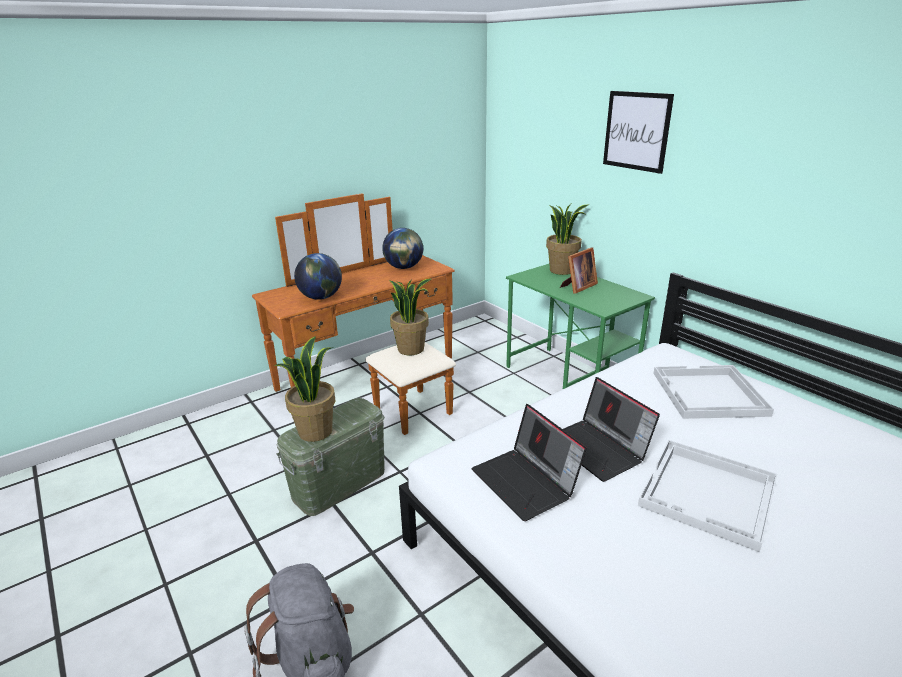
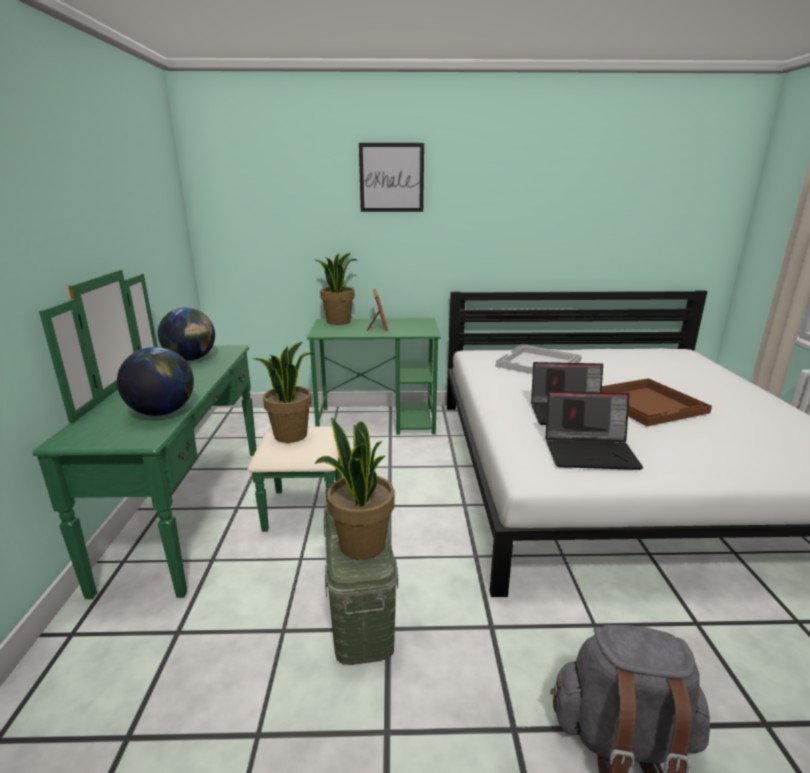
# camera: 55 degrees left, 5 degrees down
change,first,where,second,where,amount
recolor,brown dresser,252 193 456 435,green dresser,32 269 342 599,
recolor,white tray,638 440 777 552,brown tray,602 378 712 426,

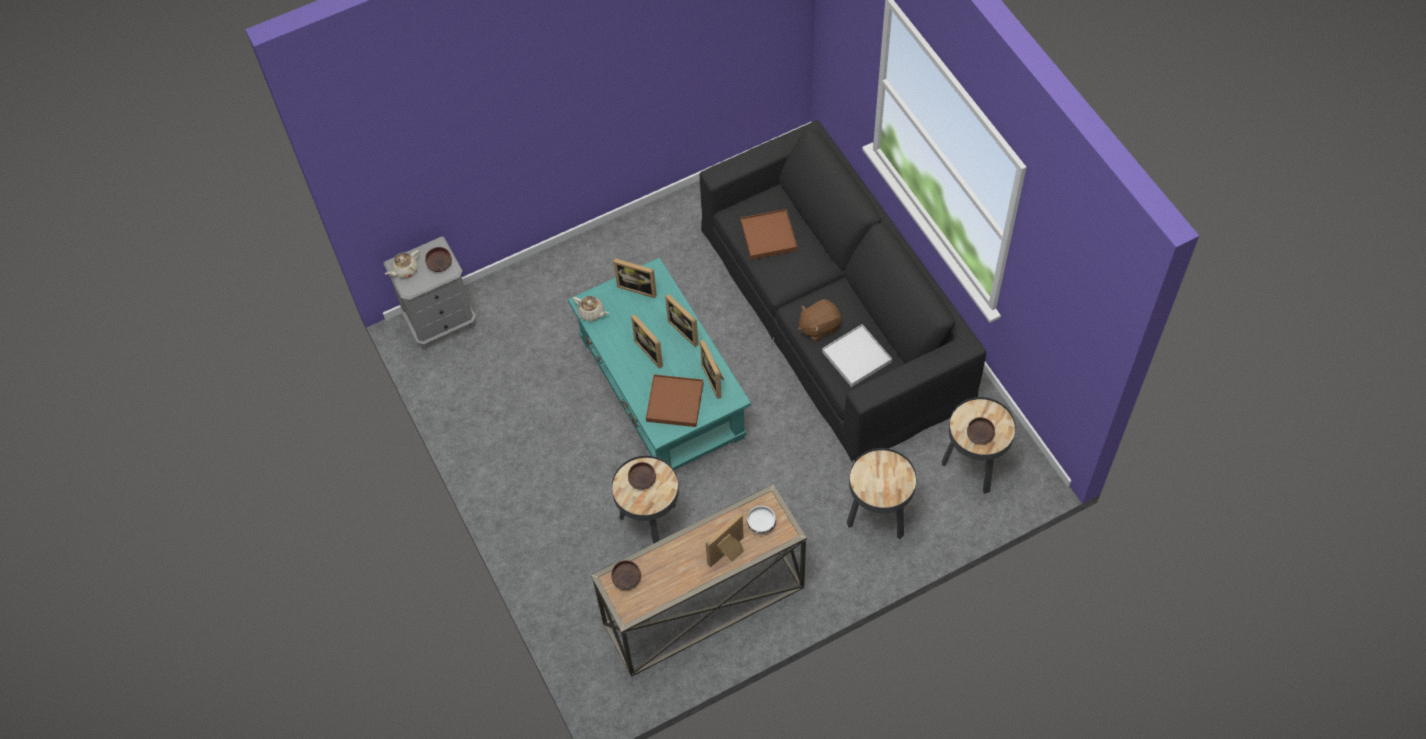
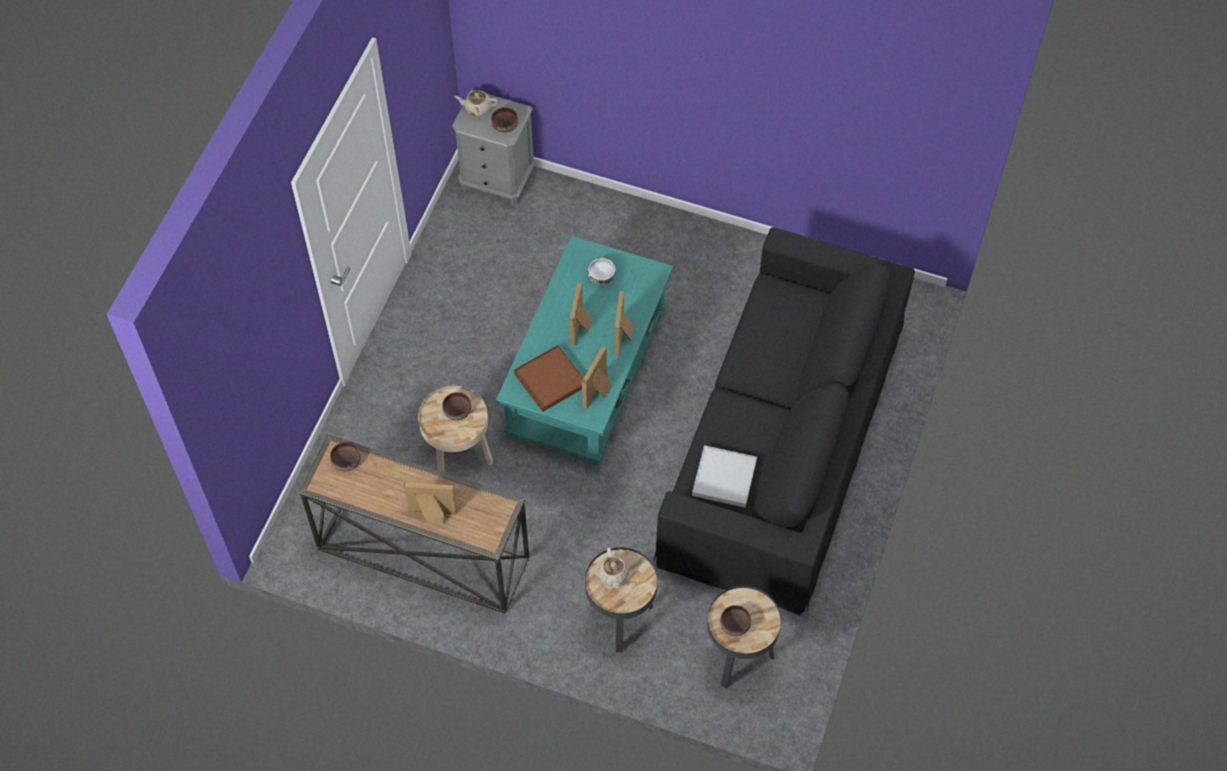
# camera: 45 degrees right, 0 degrees up
change,first,where,second,where,amount
delete,brown tray,740 209 797 260,,,
delete,picture frame,614 258 657 298,,,
move,beige teapot,573 296 609 321,,598 548 629 590,
delete,brown plush toy,798 299 842 341,,,
recolor,black side table,612 456 679 544,beige side table,418 386 493 472,
move,white bowl,747 506 776 535,,588 258 616 285,

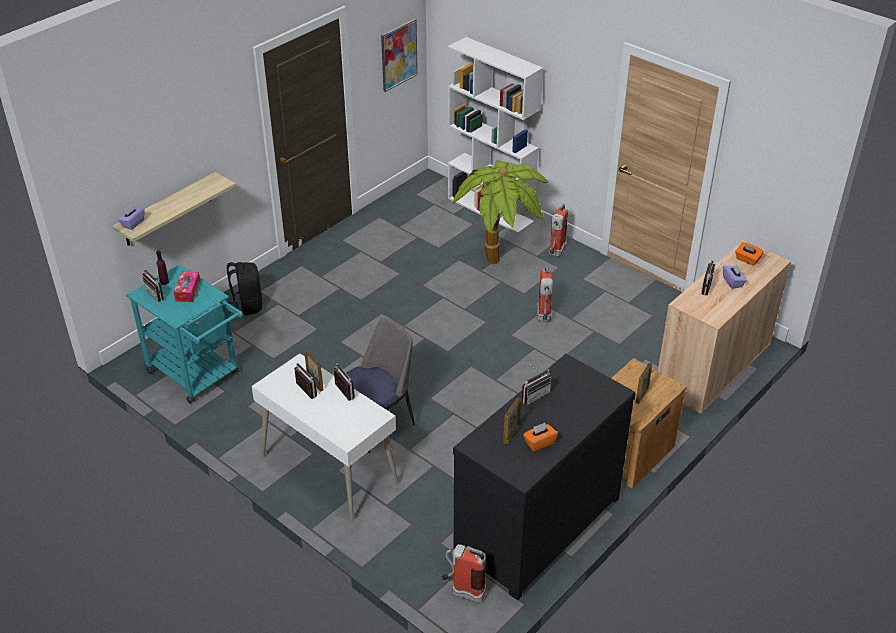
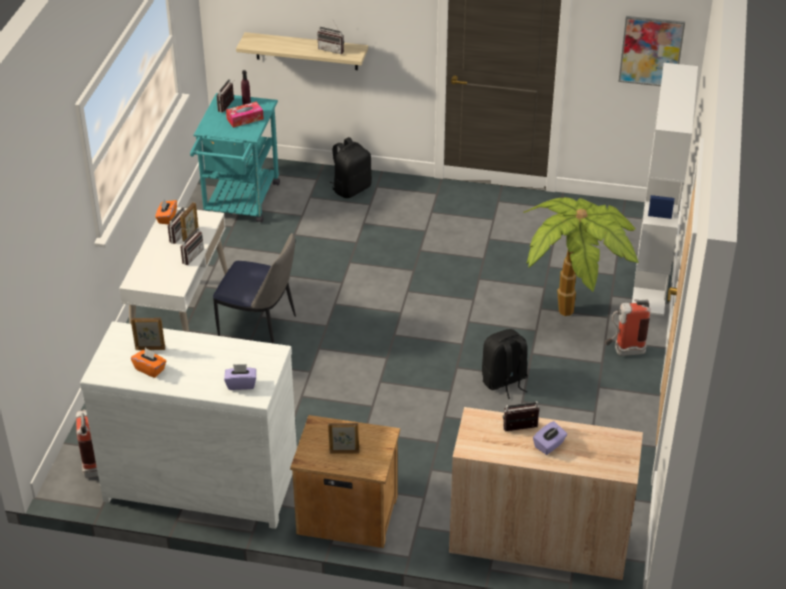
# camera: 60 degrees right, 0 degrees up
change,first,where,second,where,amount
move,purple tissue box,118 205 145 230,,224 364 256 390,
move,orange tissue box,735 242 764 266,,155 198 177 224,
replace,fire extinguisher,537 265 553 322,black backpack,482 329 528 399,
recolor,black dresser,453 354 636 600,white dresser,80 321 297 529,
move,radio,522 364 551 405,,317 20 344 54,

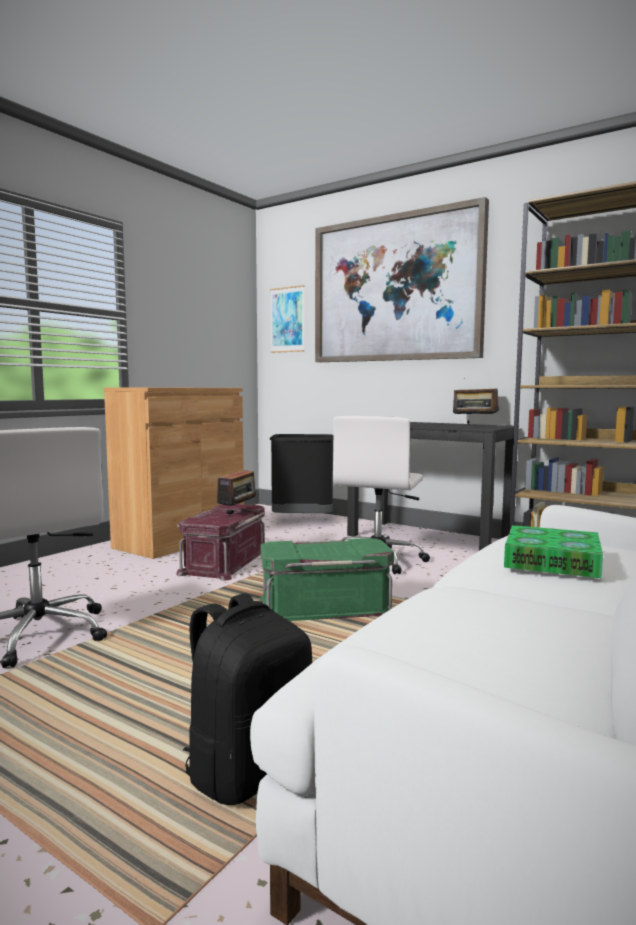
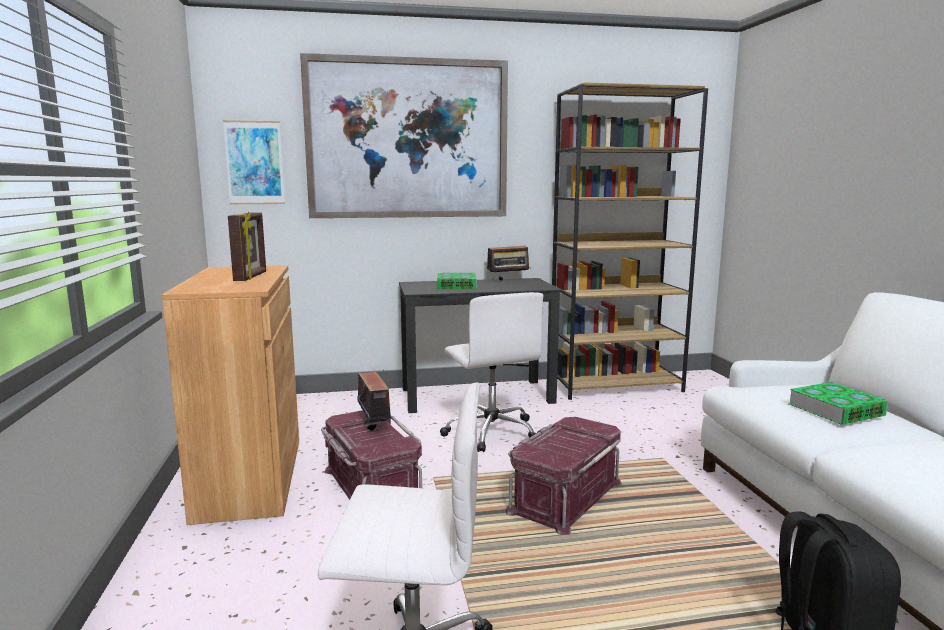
# camera: 45 degrees left, 5 degrees up
change,first,where,second,where,amount
delete,black trash can,269 434 334 513,,,
recolor,green storage box,259 538 394 621,red storage box,505 417 622 535,
insert,,,picture frame,228 212 266 281,
insert,,,book,437 273 477 289,

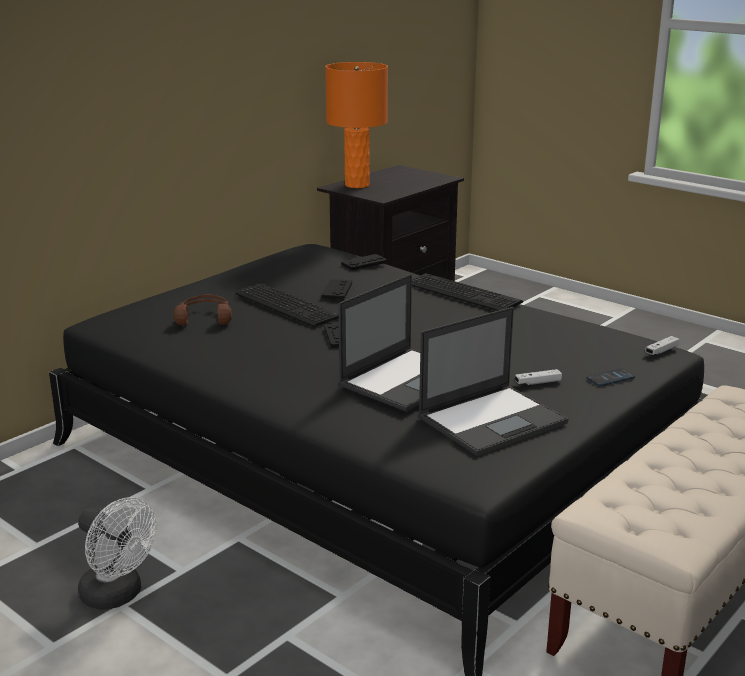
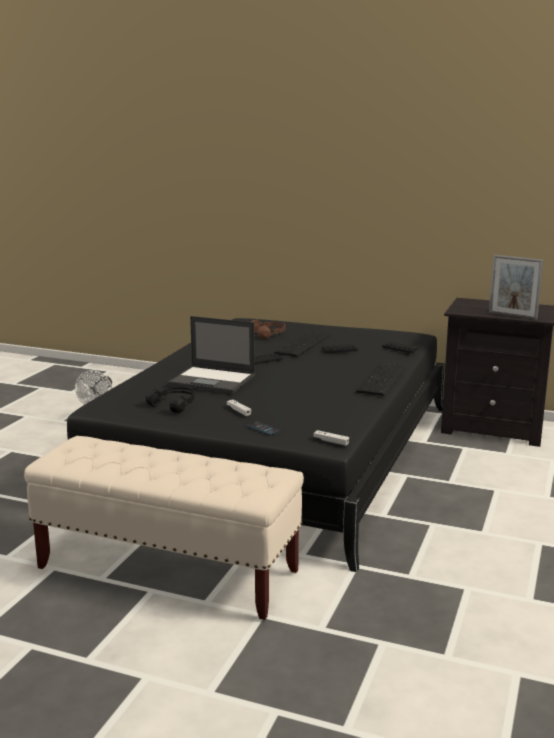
# camera: 70 degrees right, 5 degrees down
change,first,where,second,where,amount
delete,orange table lamp,325 62 388 188,,,
replace,laptop,418 307 569 456,black headphones,145 387 195 413,
insert,,,picture frame,489 255 543 320,

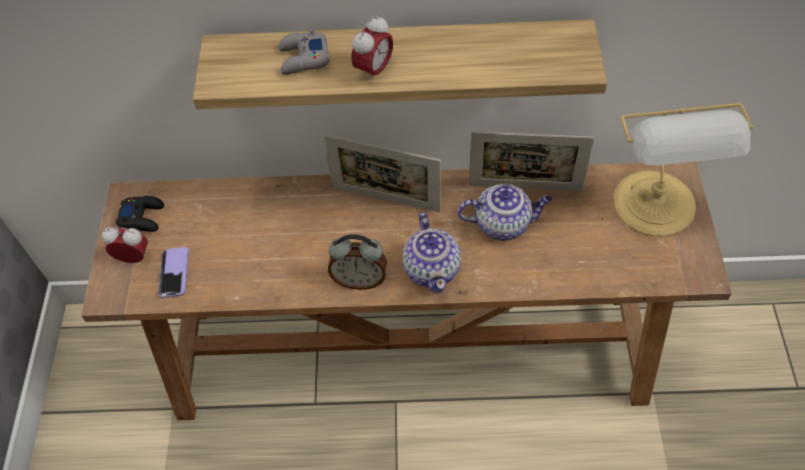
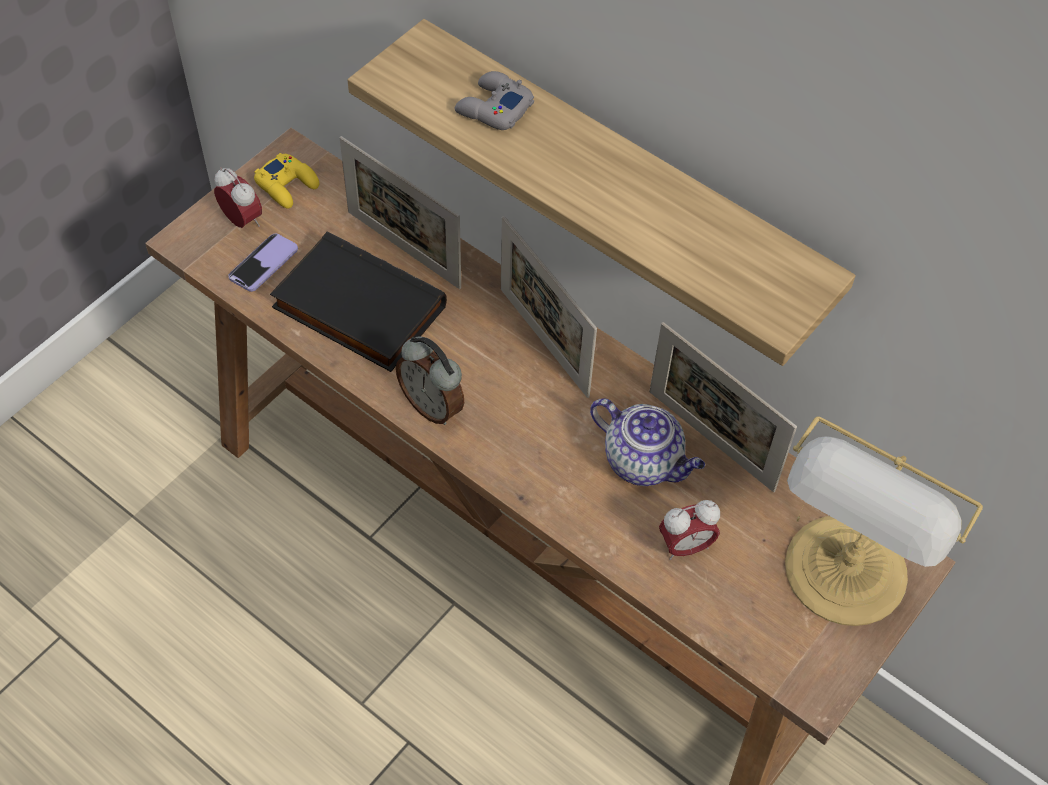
# camera: 35 degrees right, 0 degrees up
change,first,where,second,where,amount
move,alarm clock,351 15 393 84,,659 500 720 560,
recolor,black game controller,116 196 164 232,yellow game controller,254 153 319 209,
delete,teapot,403 212 461 293,,,
insert,,,picture frame,339 136 461 289,
insert,,,black book,270 232 447 372,

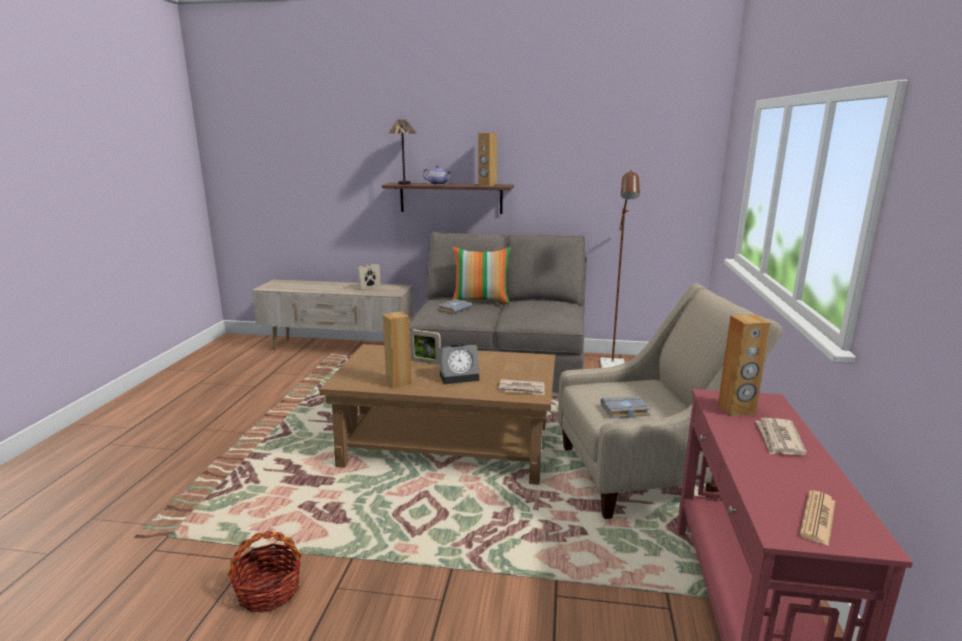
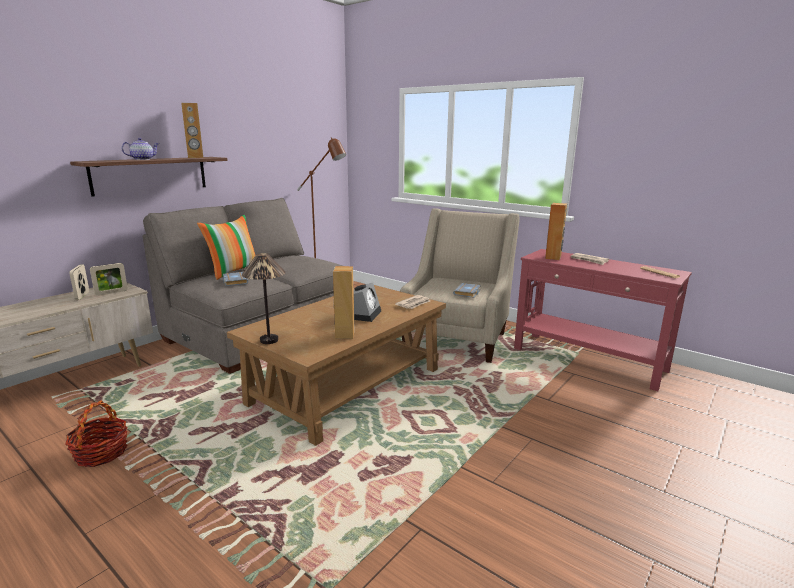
# camera: 60 degrees left, 0 degrees up
change,first,where,second,where,amount
move,table lamp,389 119 416 185,,242 253 285 344,
move,picture frame,410 329 441 365,,90 263 128 296,
move,basket,228 531 302 613,,65 400 127 467,

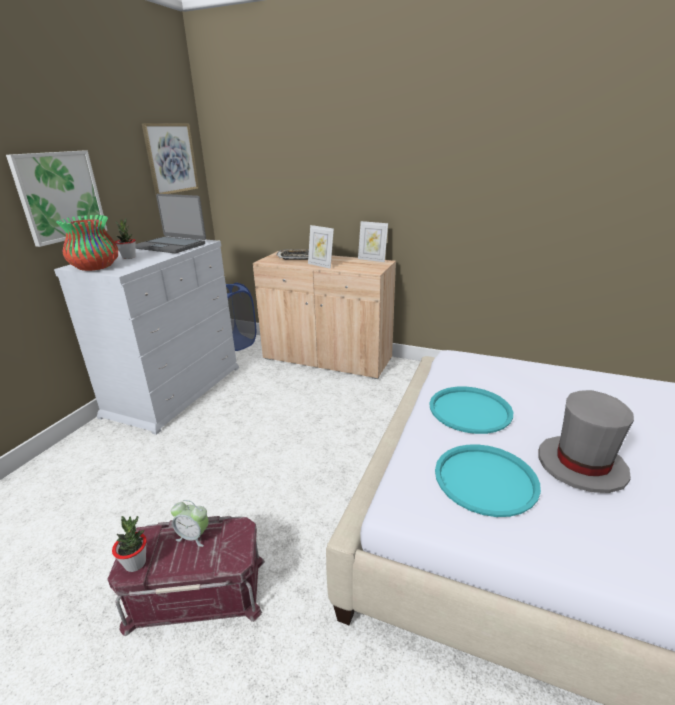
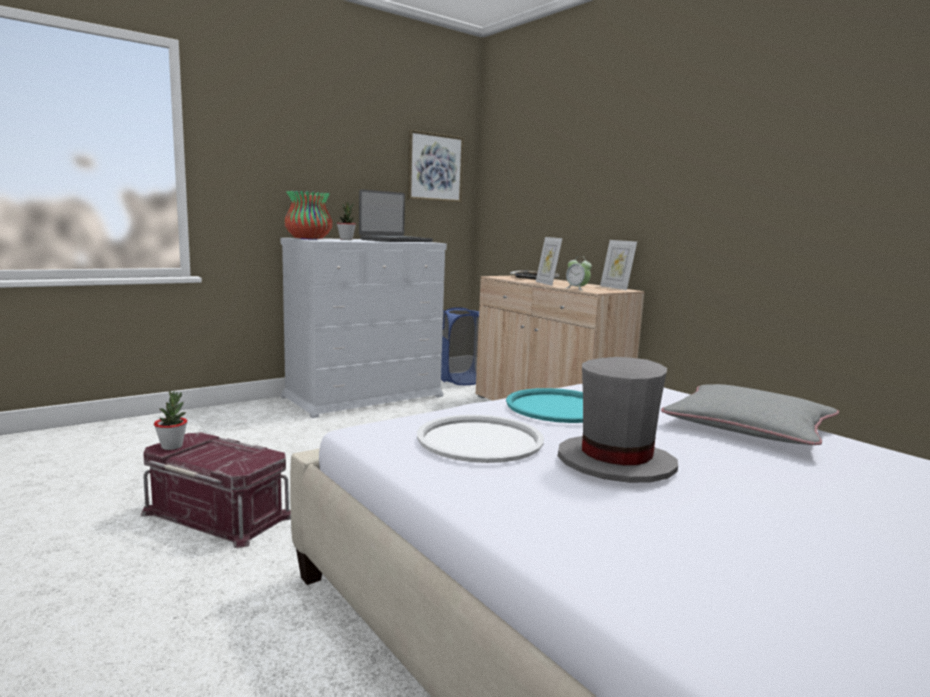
# camera: 30 degrees right, 15 degrees down
change,first,where,second,where,amount
delete,picture,6 150 107 247,,,
rotate,laptop,136 194 206 253,,359 189 433 242,105 degrees counterclockwise
recolor,turquoise tray,435 444 541 517,white tray,417 415 544 463,
move,alarm clock,171 500 209 547,,566 256 592 290,
insert,,,grey pillow,661 384 839 445,

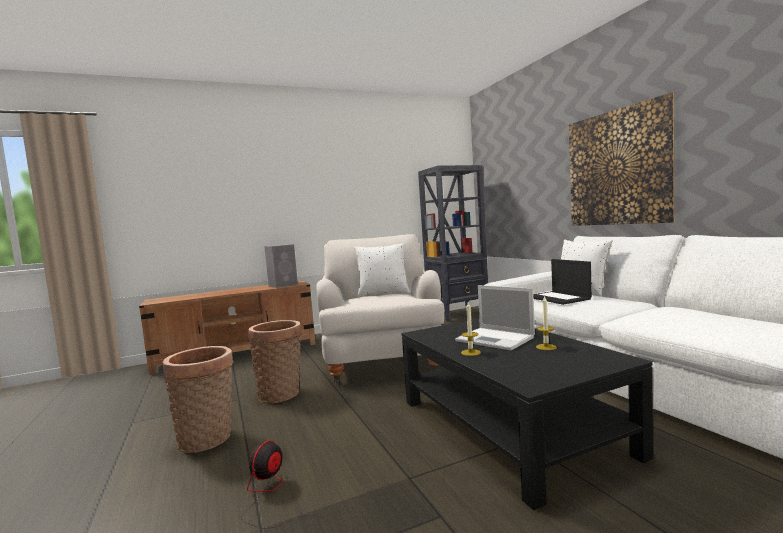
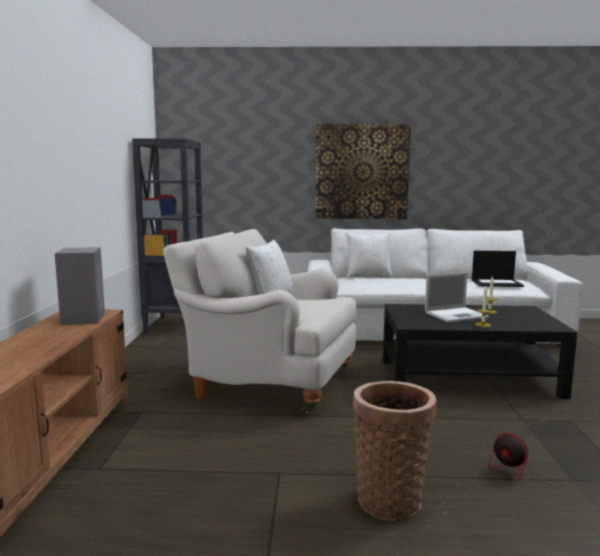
# camera: 65 degrees left, 5 degrees up
change,first,where,second,where,amount
move,laptop,533 259 592 305,,472 251 524 287,
delete,basket,248 320 302 404,,,

